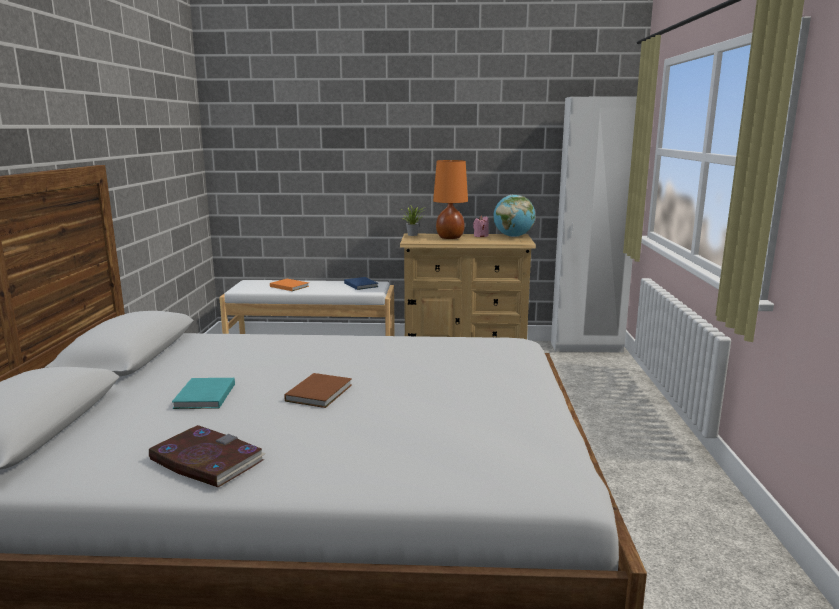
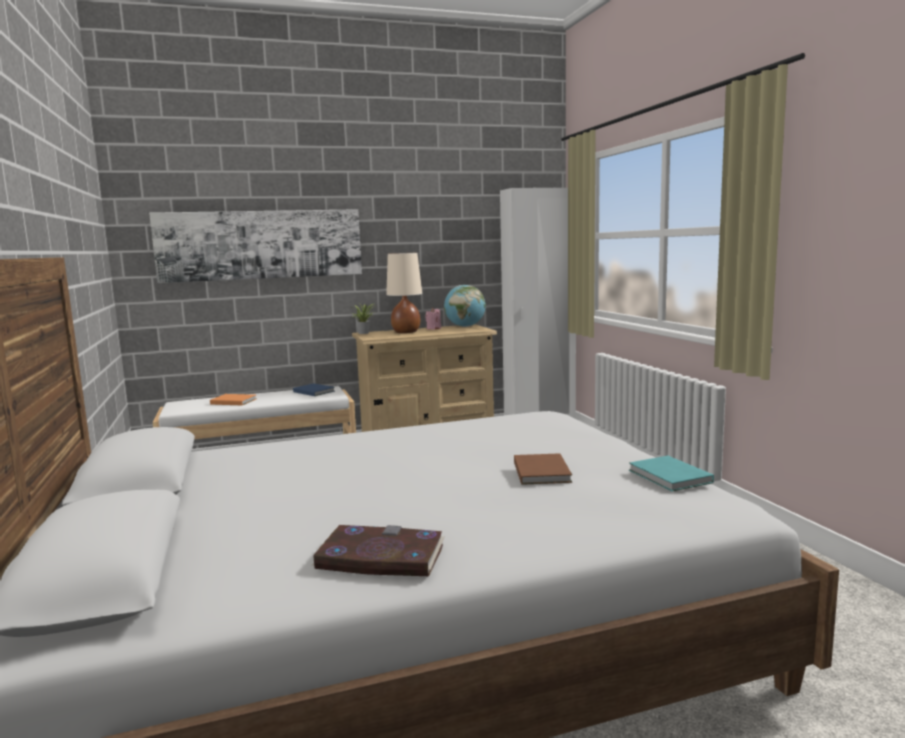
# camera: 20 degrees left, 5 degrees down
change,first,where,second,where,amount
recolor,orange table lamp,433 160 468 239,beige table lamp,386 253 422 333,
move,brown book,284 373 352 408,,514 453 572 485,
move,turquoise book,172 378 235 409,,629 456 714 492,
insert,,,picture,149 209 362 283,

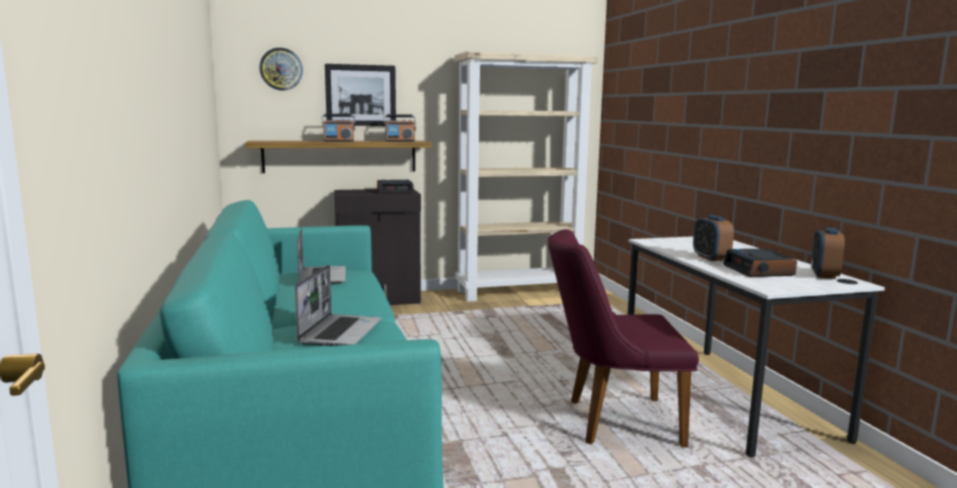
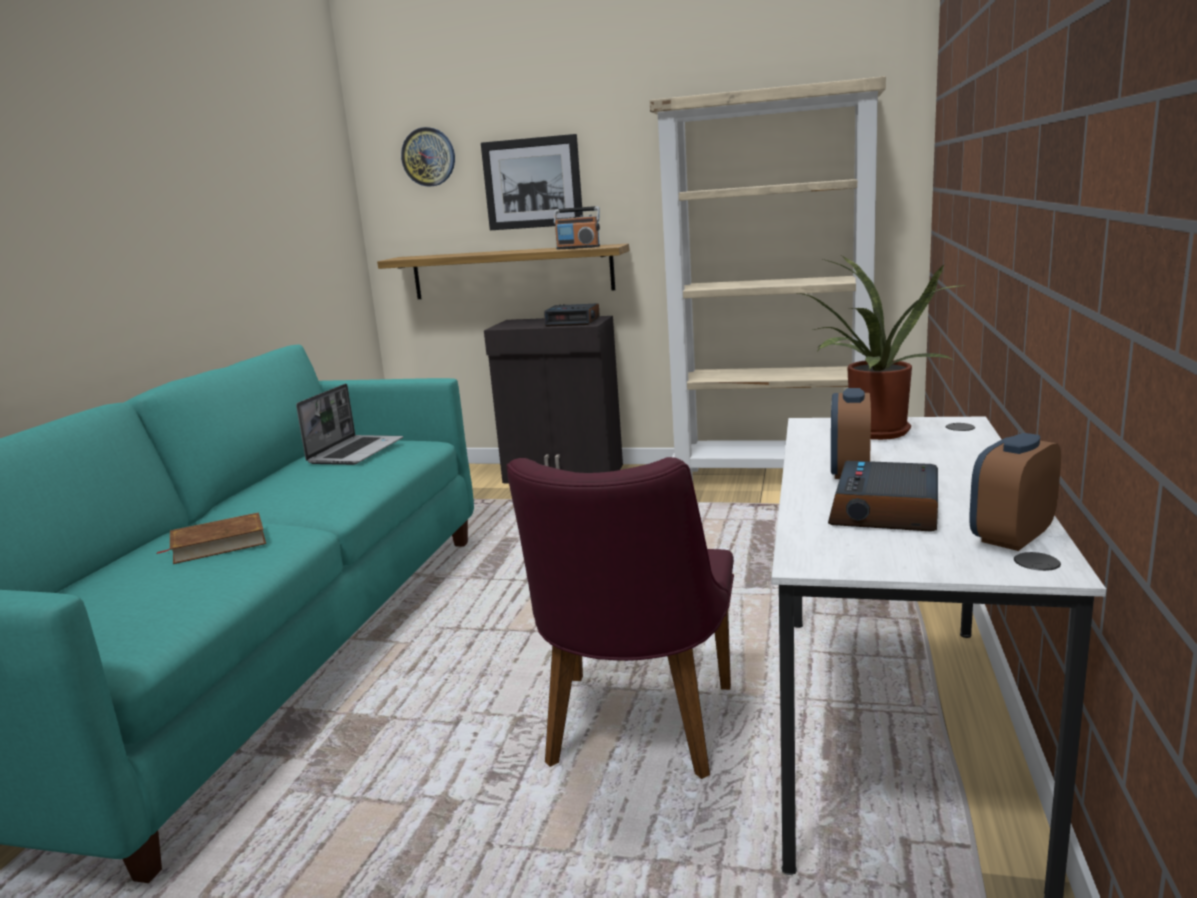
# camera: 30 degrees right, 5 degrees up
change,first,where,second,where,amount
delete,radio,321 114 355 142,,,
rotate,purple chair,548 229 699 447,,507 457 734 779,105 degrees counterclockwise
replace,laptop,295 265 381 346,brown book,156 512 266 564,
insert,,,potted plant,798 256 966 440,

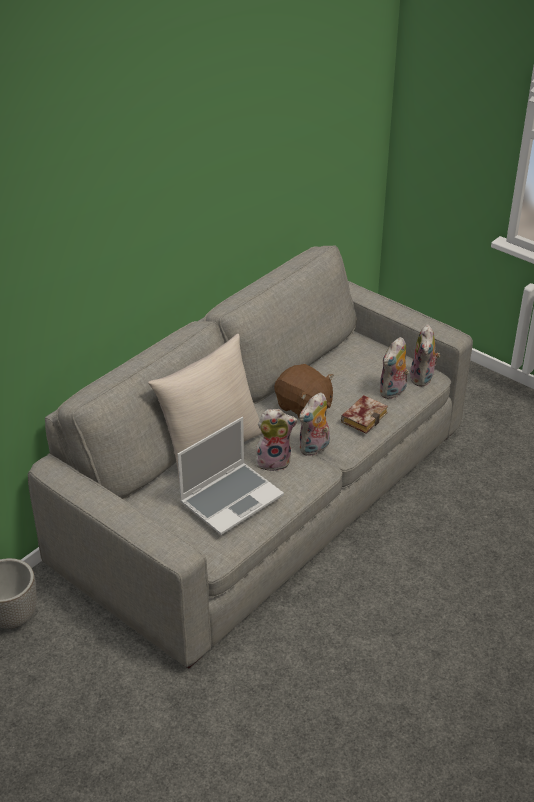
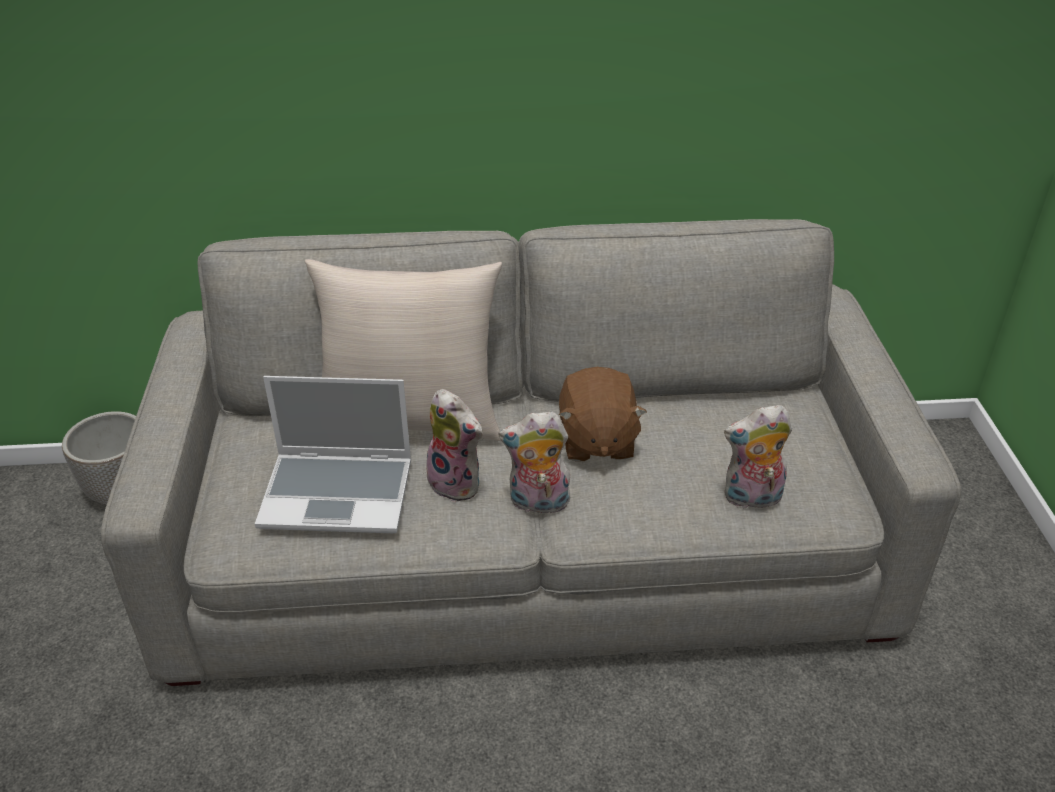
# camera: 45 degrees right, 0 degrees up
change,first,where,second,where,amount
delete,plush toy,409 324 440 387,,,
delete,book,341 395 388 434,,,

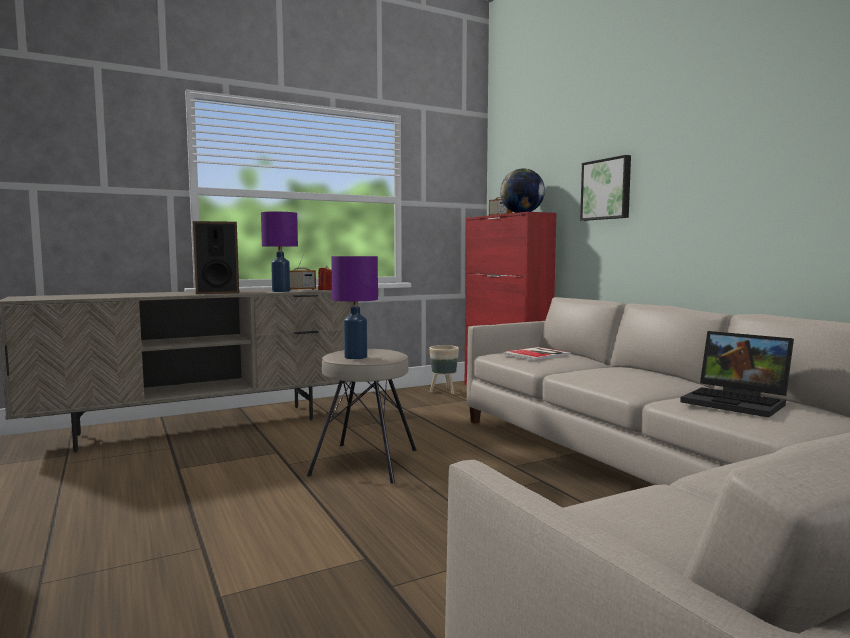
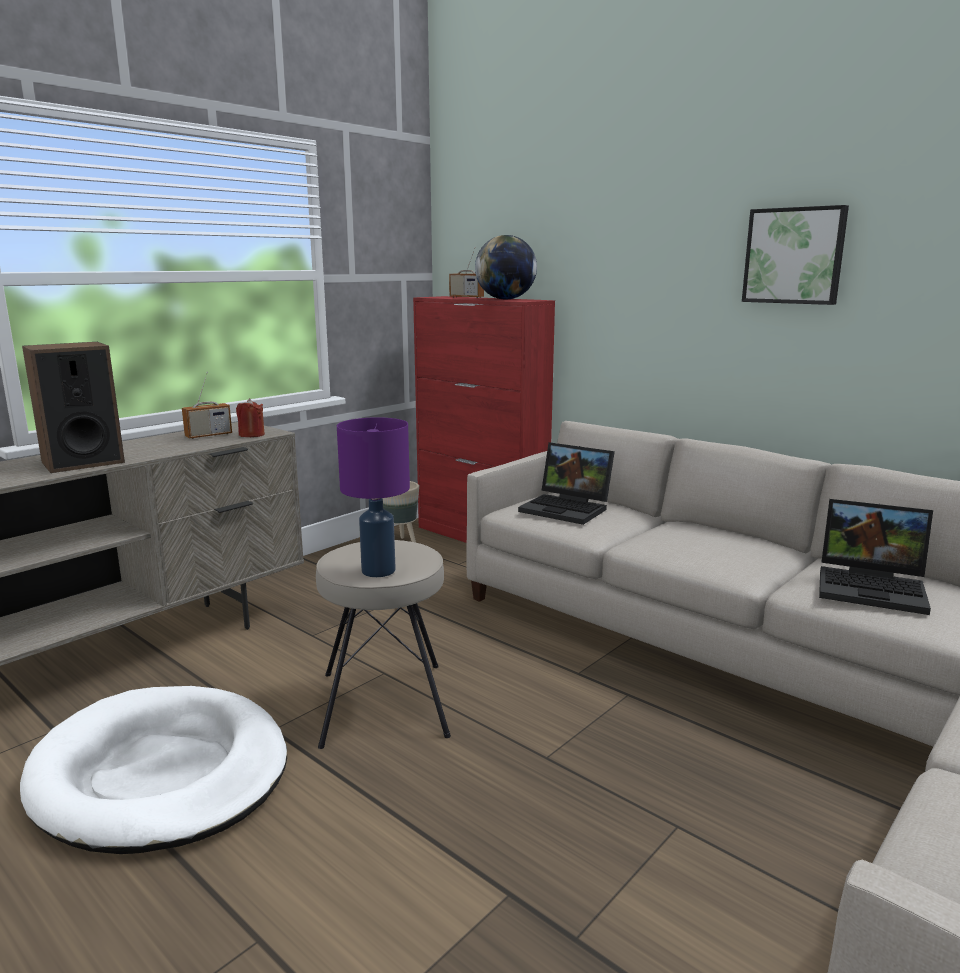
# camera: 20 degrees left, 10 degrees up
change,first,where,second,where,amount
move,picture,580 155 631 221,,742 205 849 305,
delete,purple table lamp,261 212 298 292,,,
replace,book,501 347 571 360,laptop,518 442 615 525,
insert,,,white dog bed,20 686 287 854,

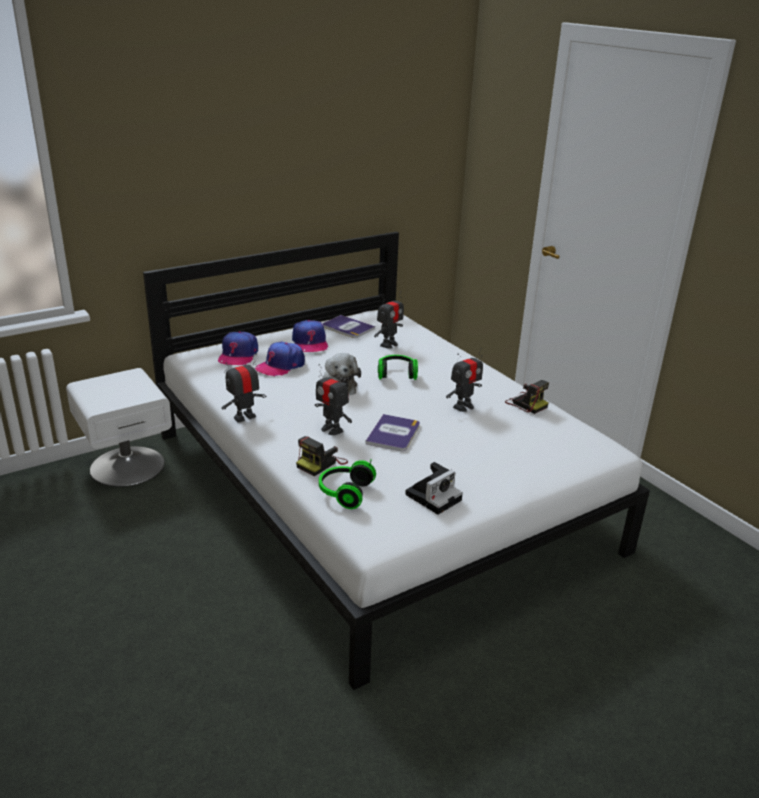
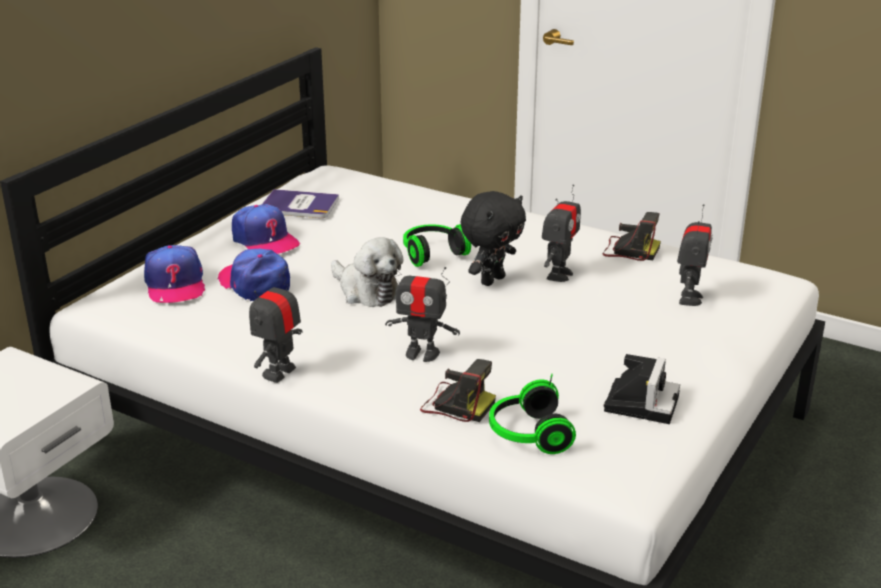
# camera: 25 degrees left, 0 degrees up
change,first,where,second,where,amount
move,toy robot,374 291 404 349,,677 204 713 306,
rotate,cap,255 342 305 377,,218 248 290 301,120 degrees clockwise
delete,book,365 414 420 451,,,
rotate,photo camera,296 436 348 476,,420 359 496 422,75 degrees counterclockwise
insert,,,black plush toy,460 191 526 286,

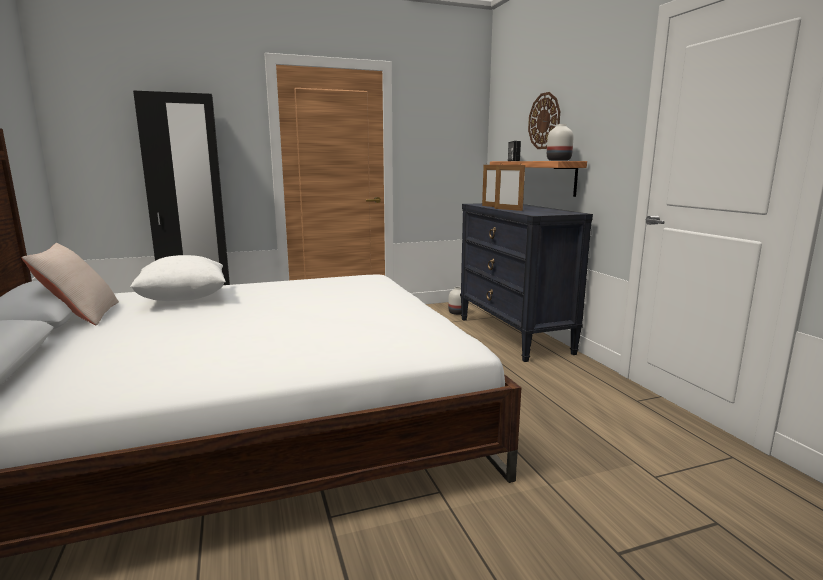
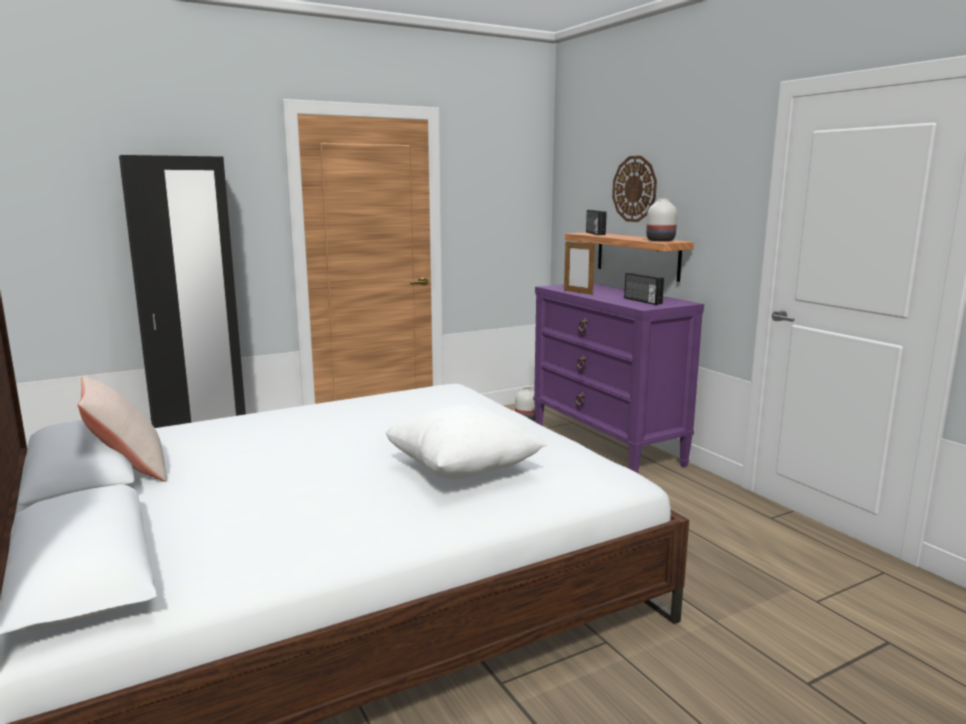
# camera: 10 degrees left, 0 degrees up
change,first,where,second,where,amount
delete,picture frame,495 163 525 211,,,
recolor,black dresser,460 203 593 362,purple dresser,533 283 704 474,
move,white pillow,130 255 226 301,,386 405 547 479,
insert,,,radio,624 273 664 305,

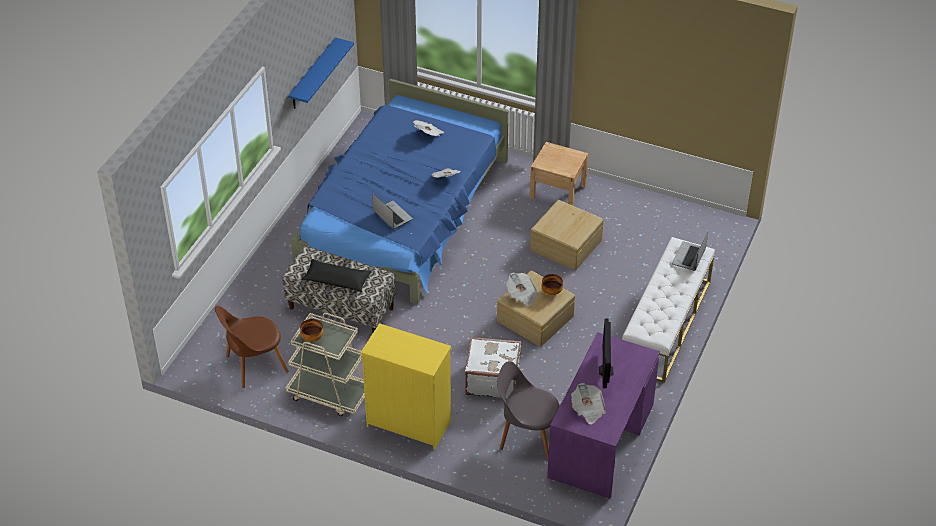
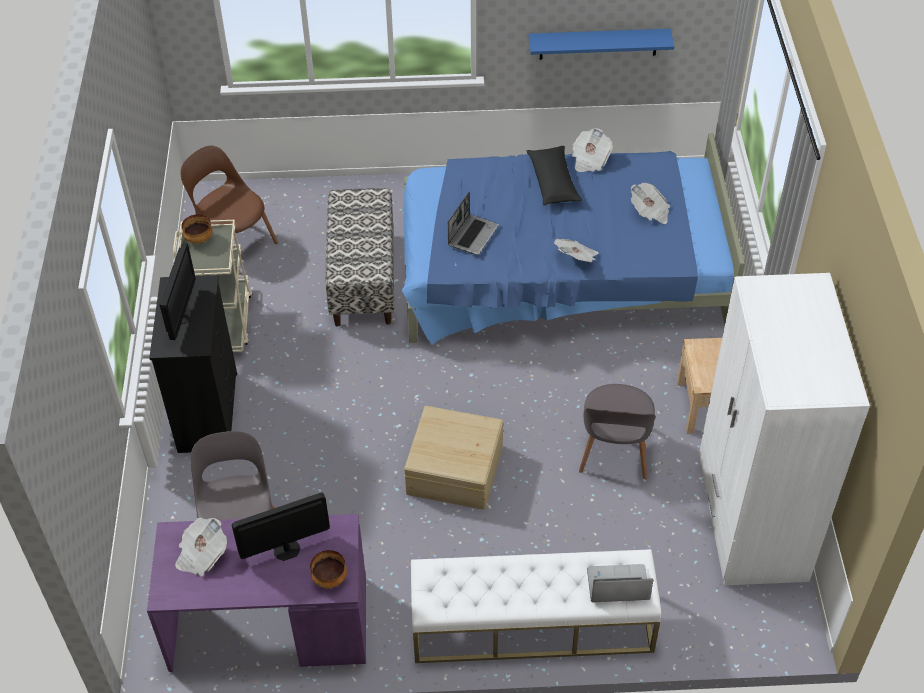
# camera: 65 degrees right, 5 degrees up
change,first,where,second,where,amount
replace,beige storage box,530 200 604 270,grey chair,579 384 656 479,
move,black pillow,302 259 372 292,,527 146 582 206,
move,newspaper,506 272 538 307,,572 128 613 172,
move,bowl,541 274 563 295,,310 550 347 588,
recolor,yellow dresser,361 323 451 449,black dresser,149 275 237 453,
delete,white suitcase,465 337 521 398,,,
insert,,,monitor,159 243 195 340,
insert,,,white wardrobe,699 273 870 585,

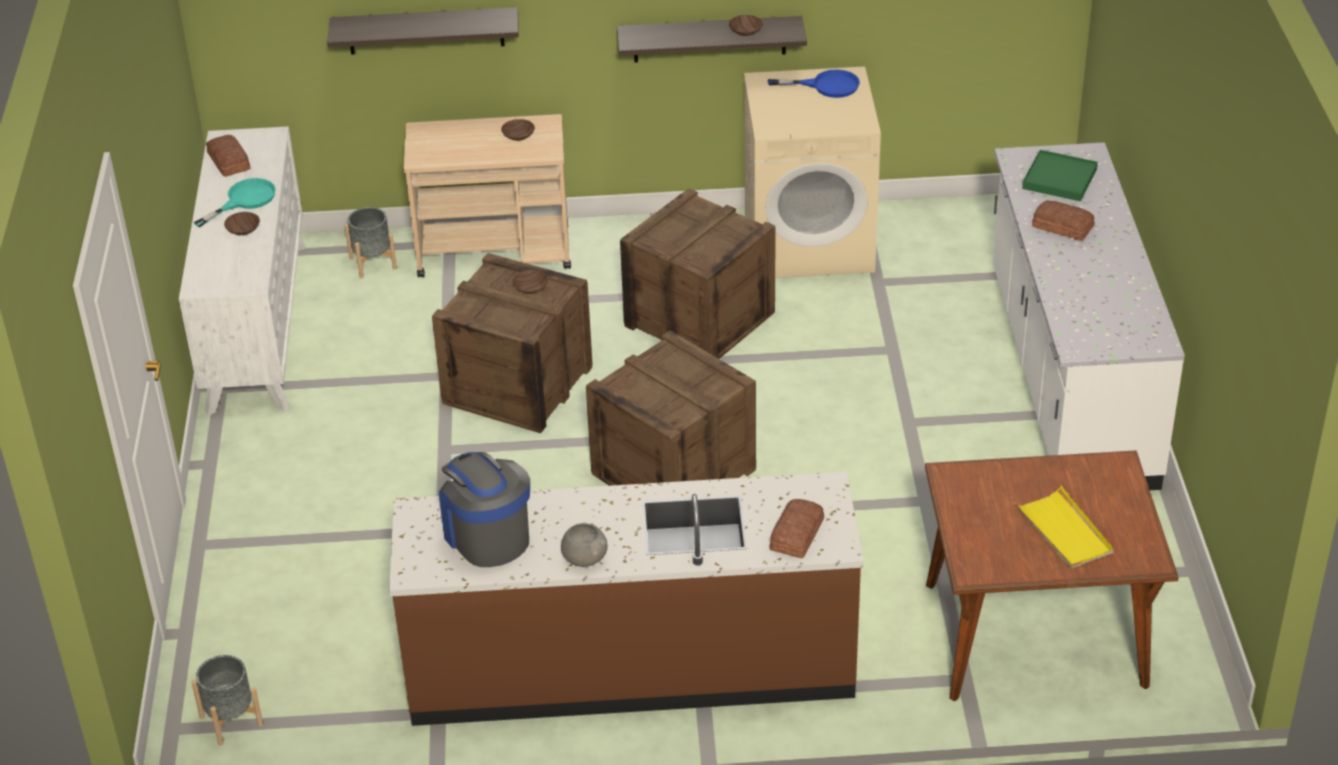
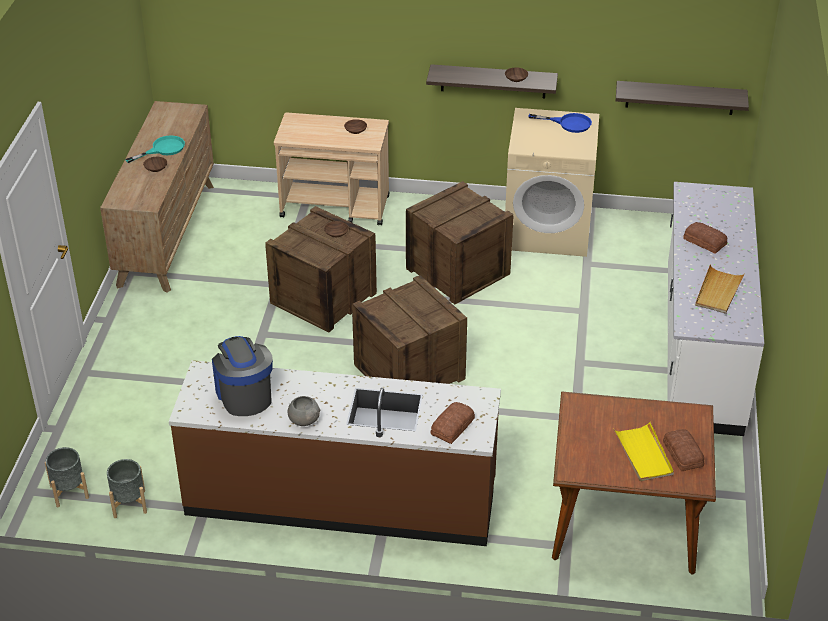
# camera: 10 degrees right, 0 degrees up
change,first,where,second,where,amount
move,shelf,327 7 519 55,,616 81 749 115,
recolor,white dresser,179 126 306 416,brown dresser,100 101 214 293,
move,bread,206 135 250 177,,663 429 704 471,
delete,green tray,1022 150 1098 201,,,
move,grey planter,345 207 397 278,,107 459 147 518,
insert,,,beige tray,695 264 745 314,

